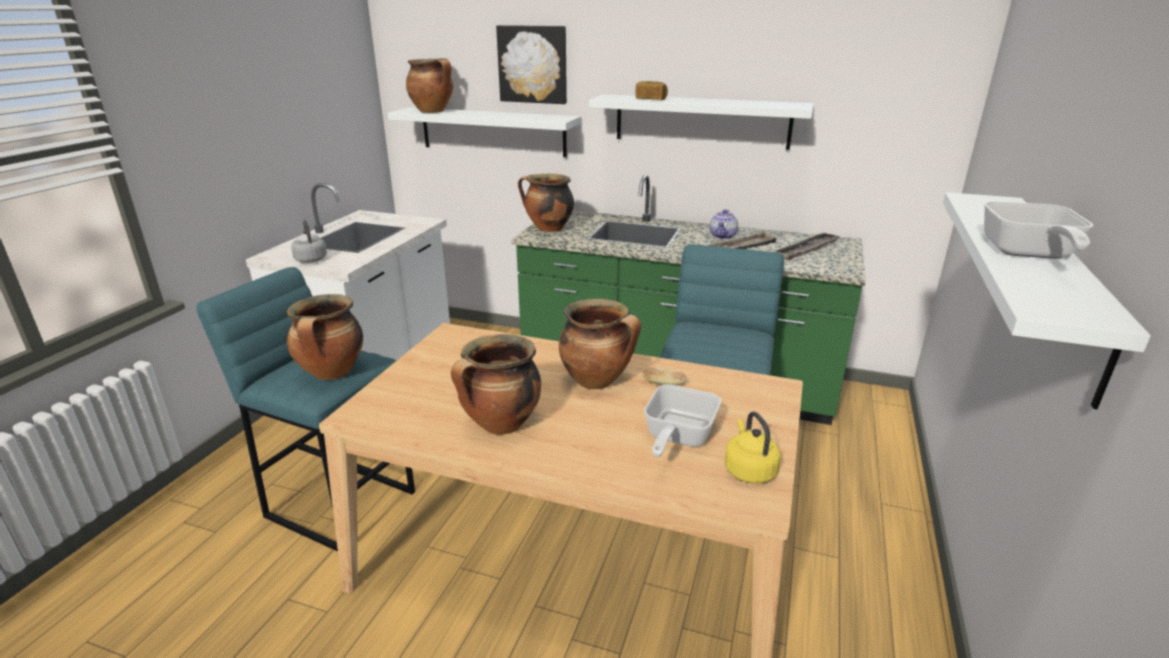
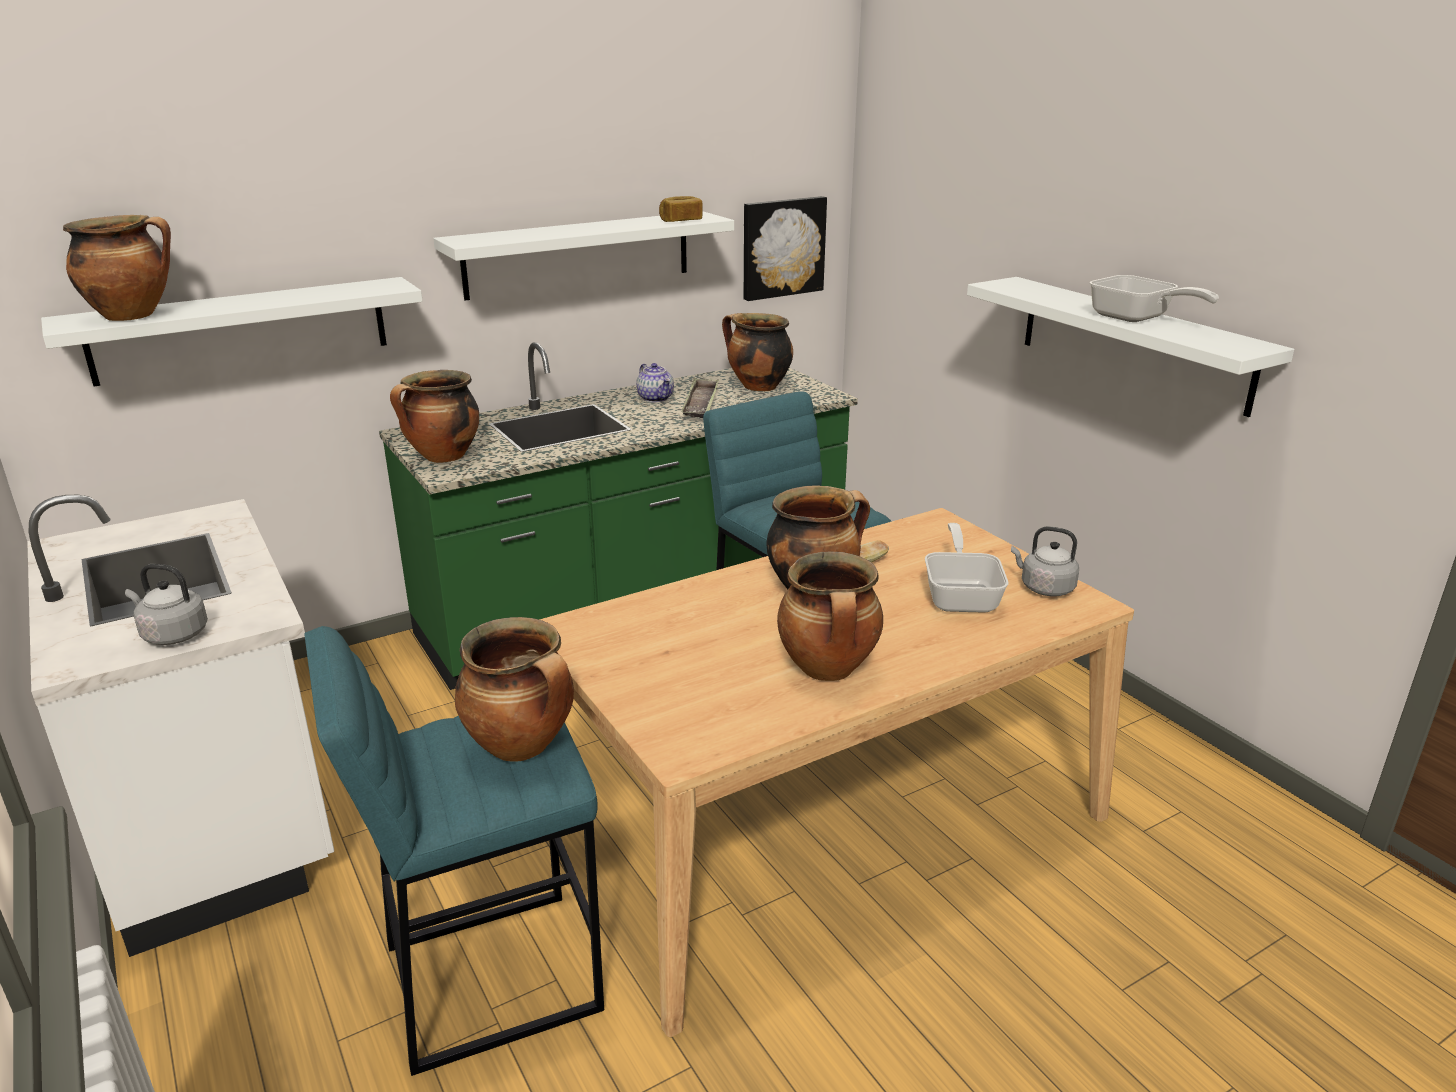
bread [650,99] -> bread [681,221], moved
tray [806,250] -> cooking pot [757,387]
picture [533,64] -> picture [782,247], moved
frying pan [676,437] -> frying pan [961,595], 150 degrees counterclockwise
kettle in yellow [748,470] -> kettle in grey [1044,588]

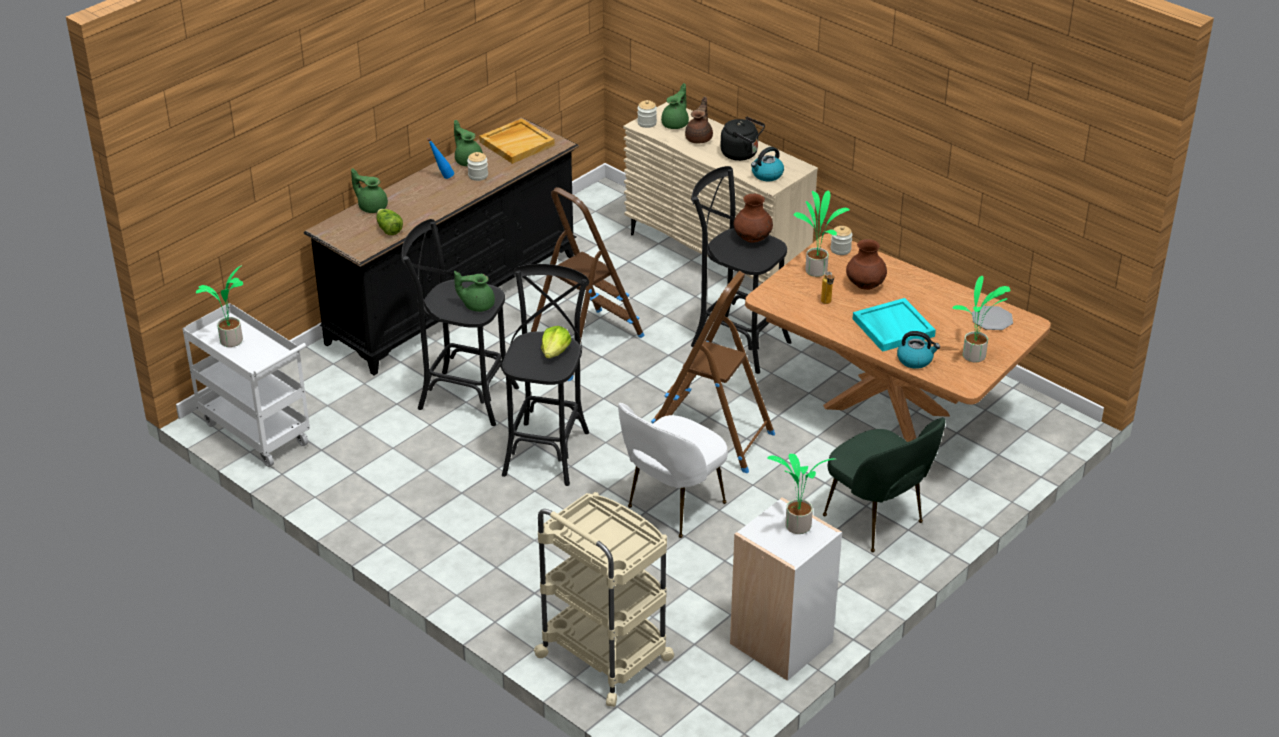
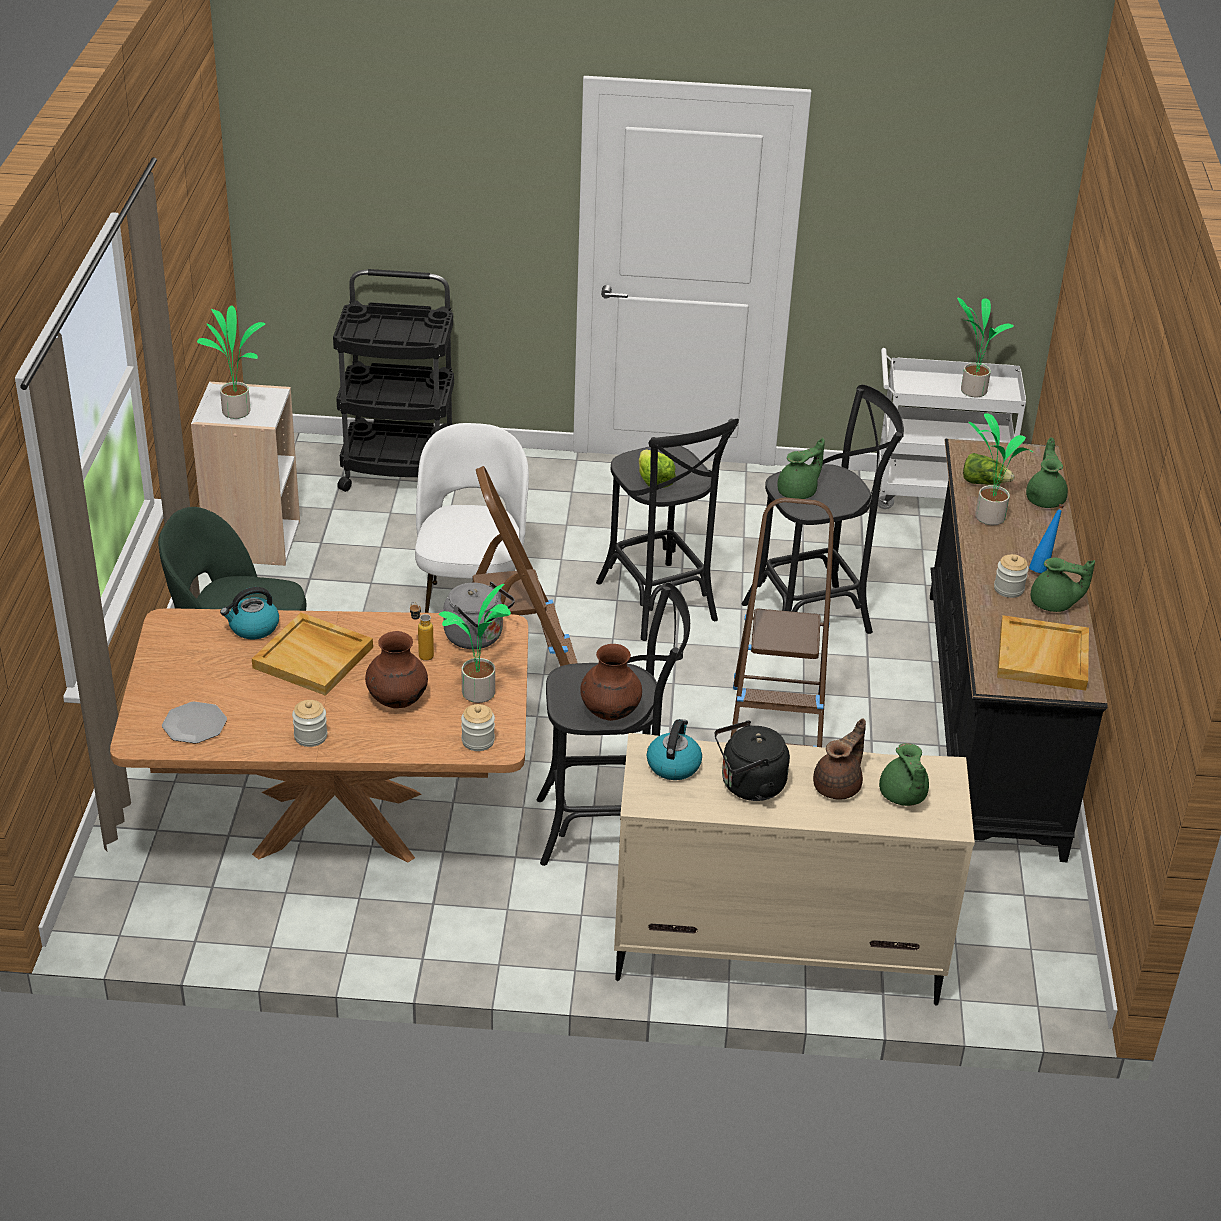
tray in turquoise [892,327] -> tray in beige [314,657]
jar [647,123] -> jar [310,736], moved
cart in beige [605,656] -> cart in black [398,470]
none -> kettle in grey [477,637]
teapot in brown [699,138] -> teapot in brown [839,786], 120 degrees counterclockwise
potted plant [975,357] -> potted plant [987,517], moved
teapot in green [372,207] -> teapot in green [1045,499], 75 degrees counterclockwise

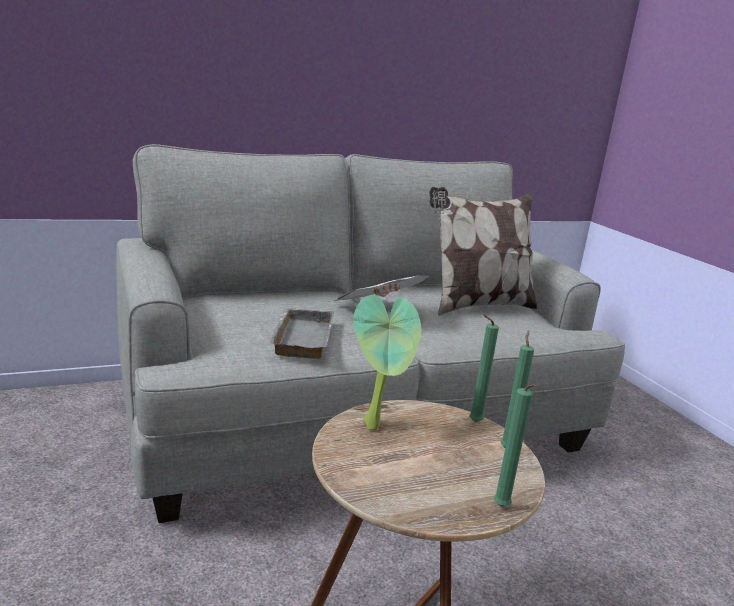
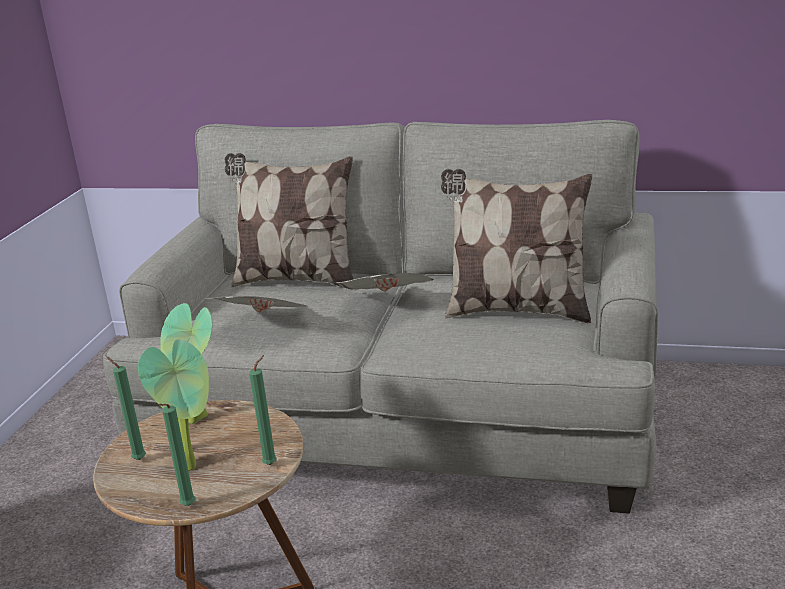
candle in green [473,422] -> candle in green [137,459], moved
none -> potted plant [193,465]
tray in grey [300,338] -> newspaper [266,327]
none -> pillow [296,279]

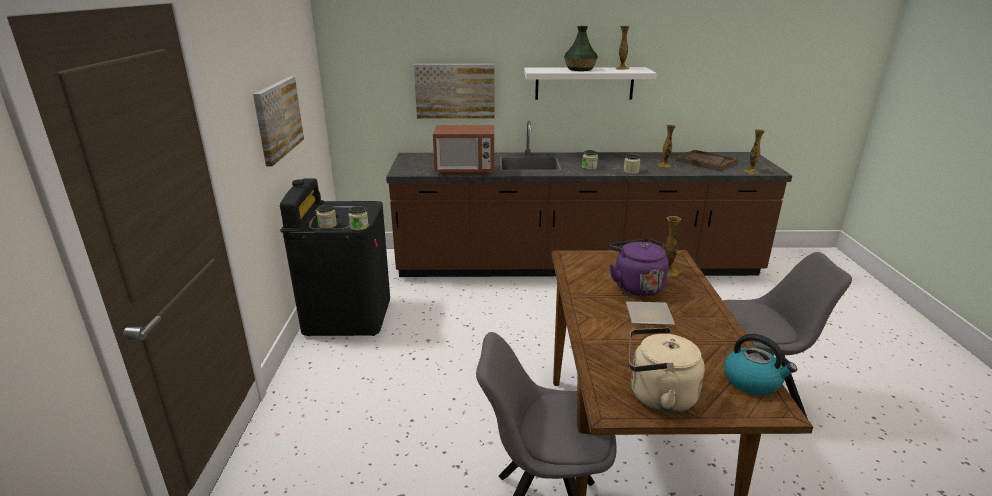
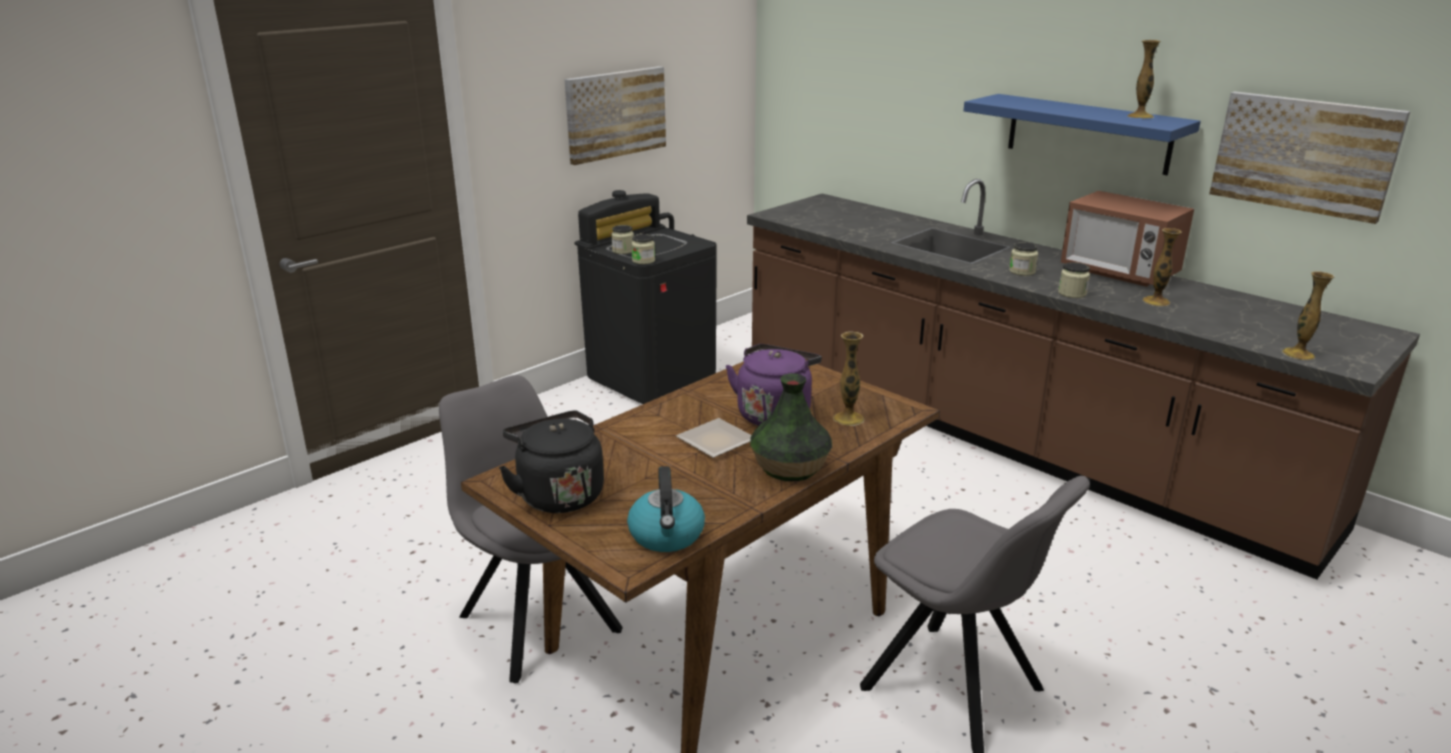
kettle in beige [657,396] -> kettle in black [558,494]
vase [580,69] -> vase [789,468], moved
shelf in white [584,83] -> shelf in blue [1088,133]
microwave [465,170] -> microwave [1118,272], moved
picture [455,91] -> picture [1304,154], moved
tray in brown [706,162] -> none

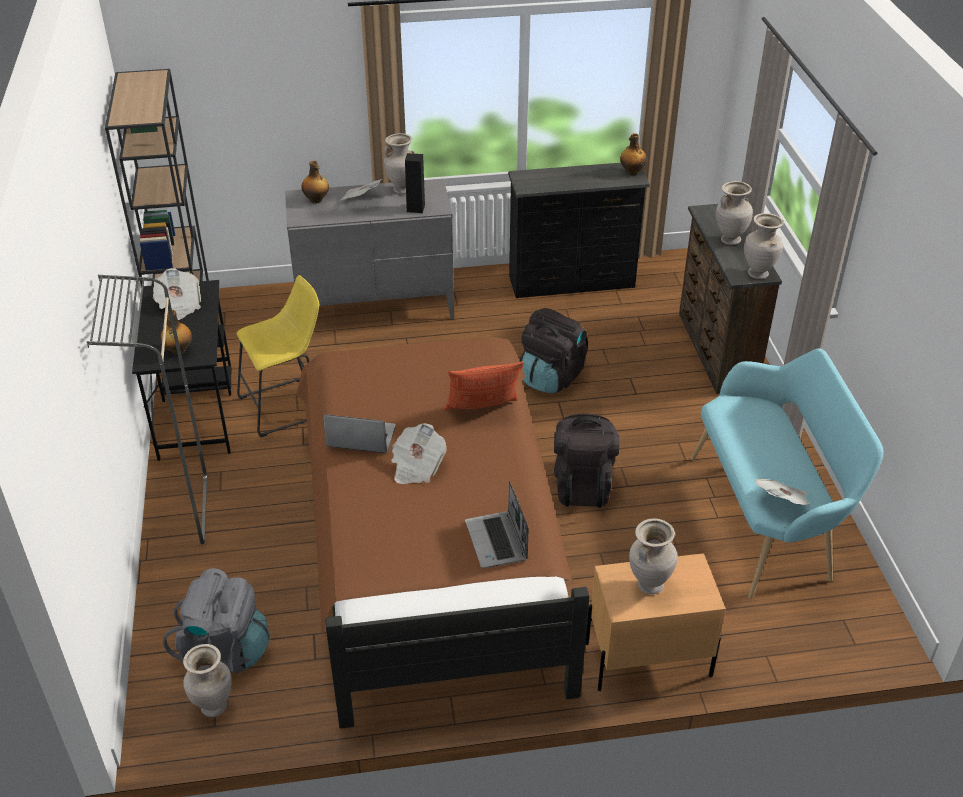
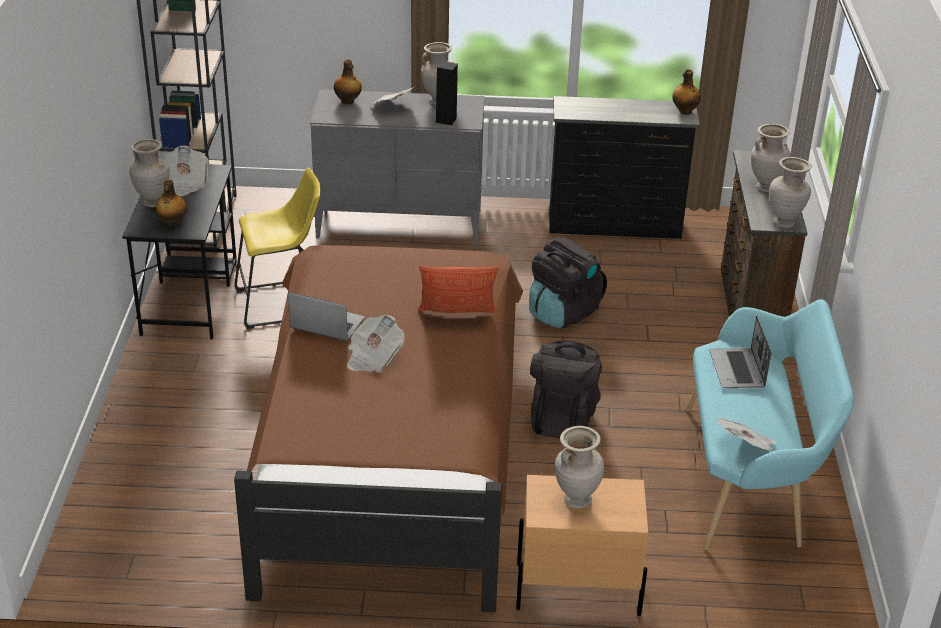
vase in beige [214,706] -> vase in beige [153,202], moved
laptop [497,541] -> laptop [738,370], moved
clothes rack in grey [177,512] -> none
backpack in grey [224,651] -> none

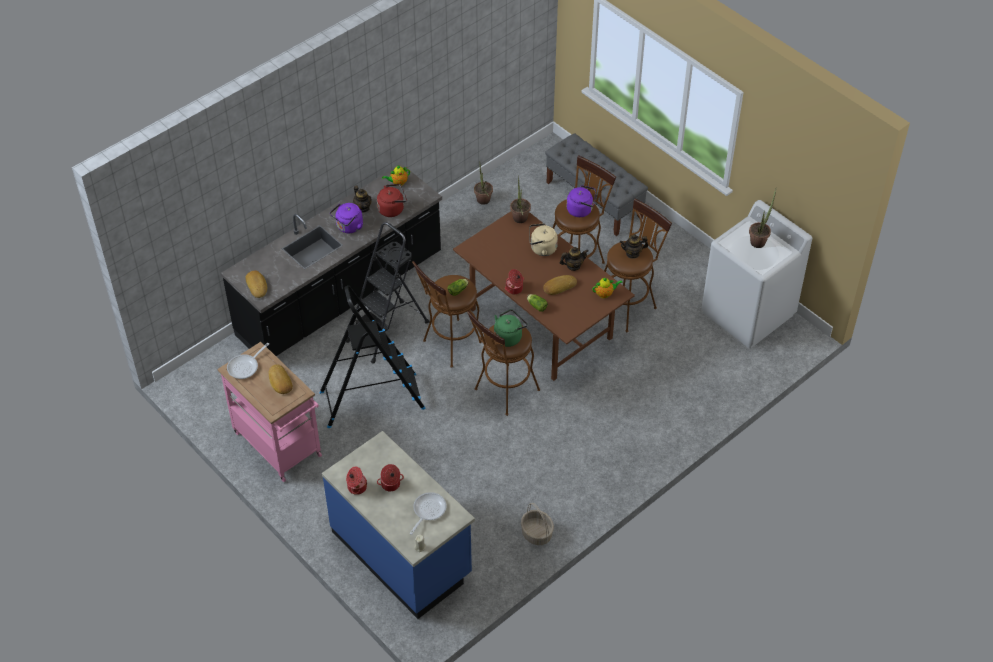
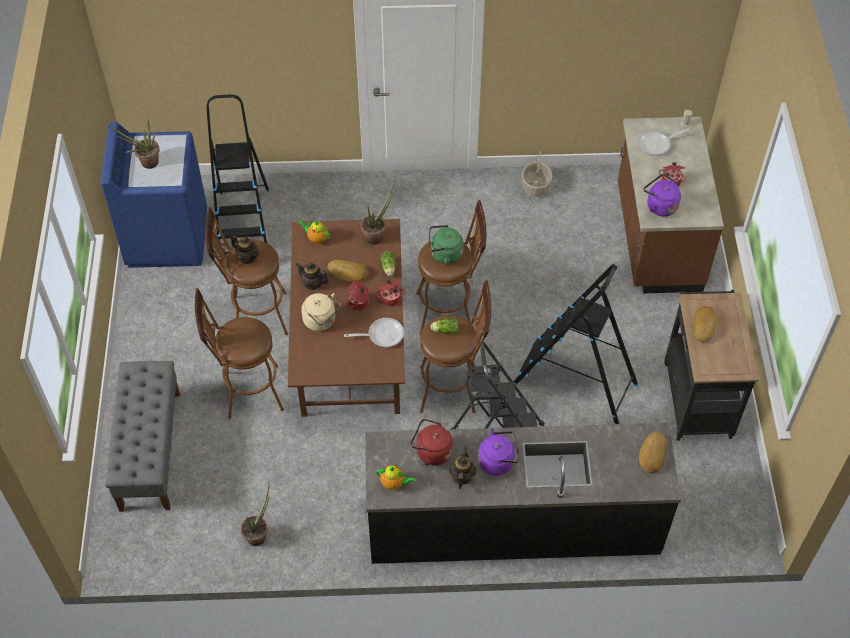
washing machine in white [748,314] -> washing machine in blue [167,237]
none -> step ladder in black [245,231]
frying pan [245,367] -> frying pan [382,335], moved
cooking pot [356,487] -> cooking pot [358,303], moved
potted plant [519,220] -> potted plant [376,235], moved
counter in blue [402,553] -> counter in brown [656,238]
kettle in purple [581,210] -> kettle in purple [659,206], moved
cart in pink [279,446] -> cart in black [696,397]

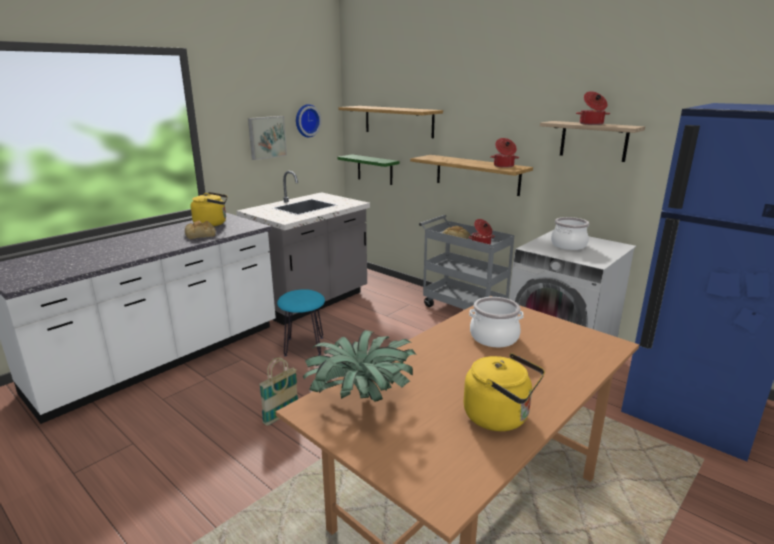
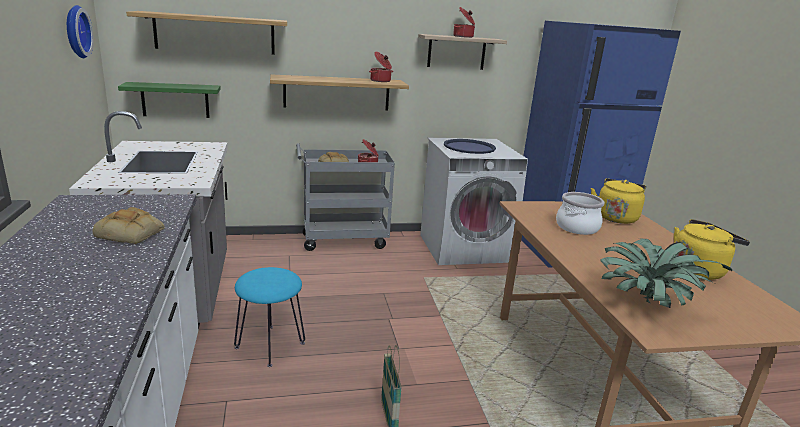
cooking pot [569,245] -> tray in blue [469,147]
kettle in yellow [212,224] -> kettle in yellow [616,217], moved
picture [266,137] -> none

